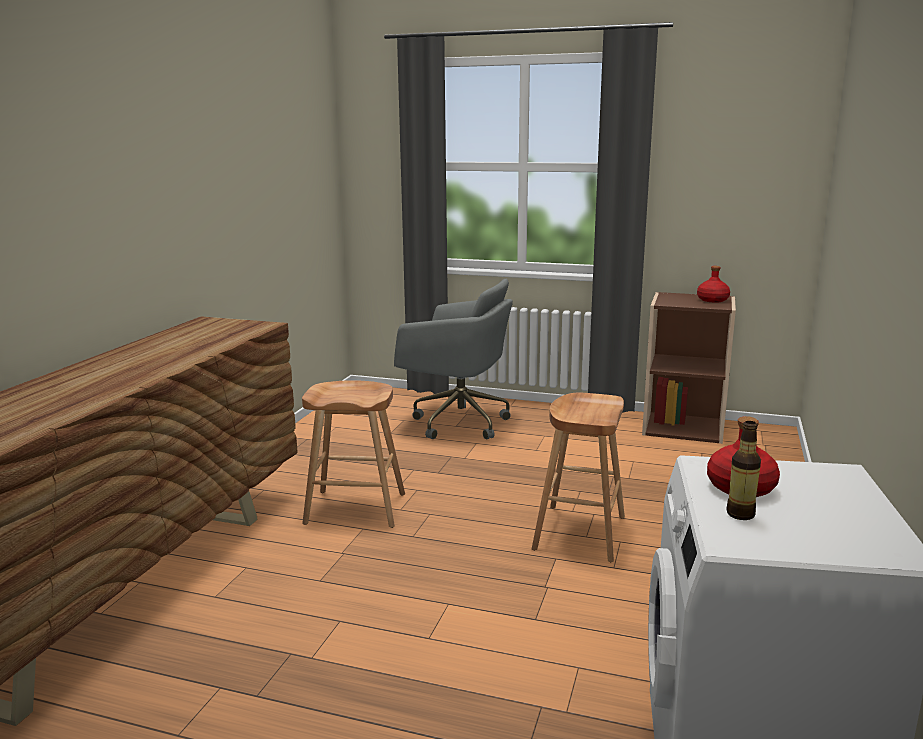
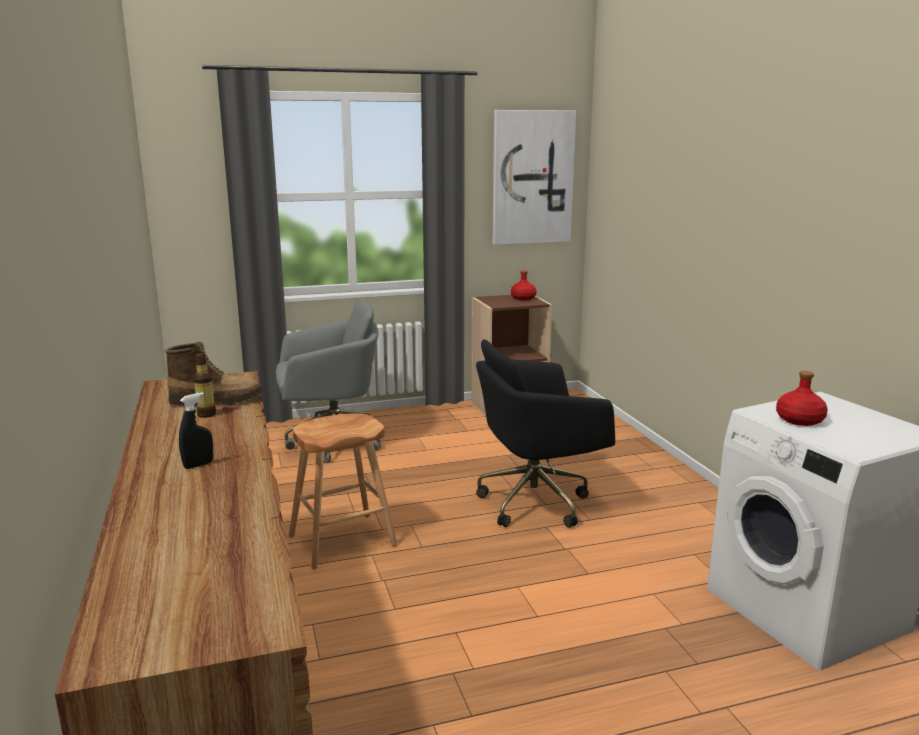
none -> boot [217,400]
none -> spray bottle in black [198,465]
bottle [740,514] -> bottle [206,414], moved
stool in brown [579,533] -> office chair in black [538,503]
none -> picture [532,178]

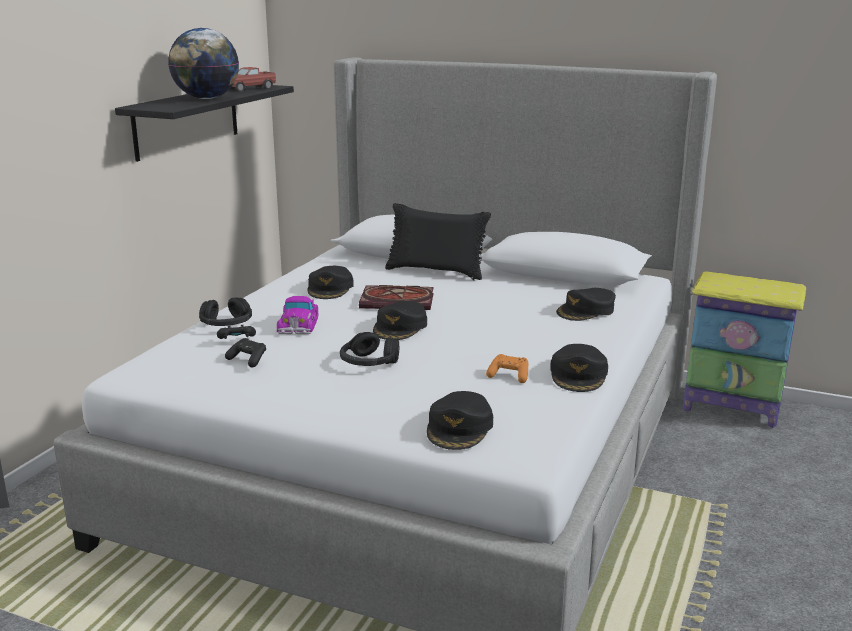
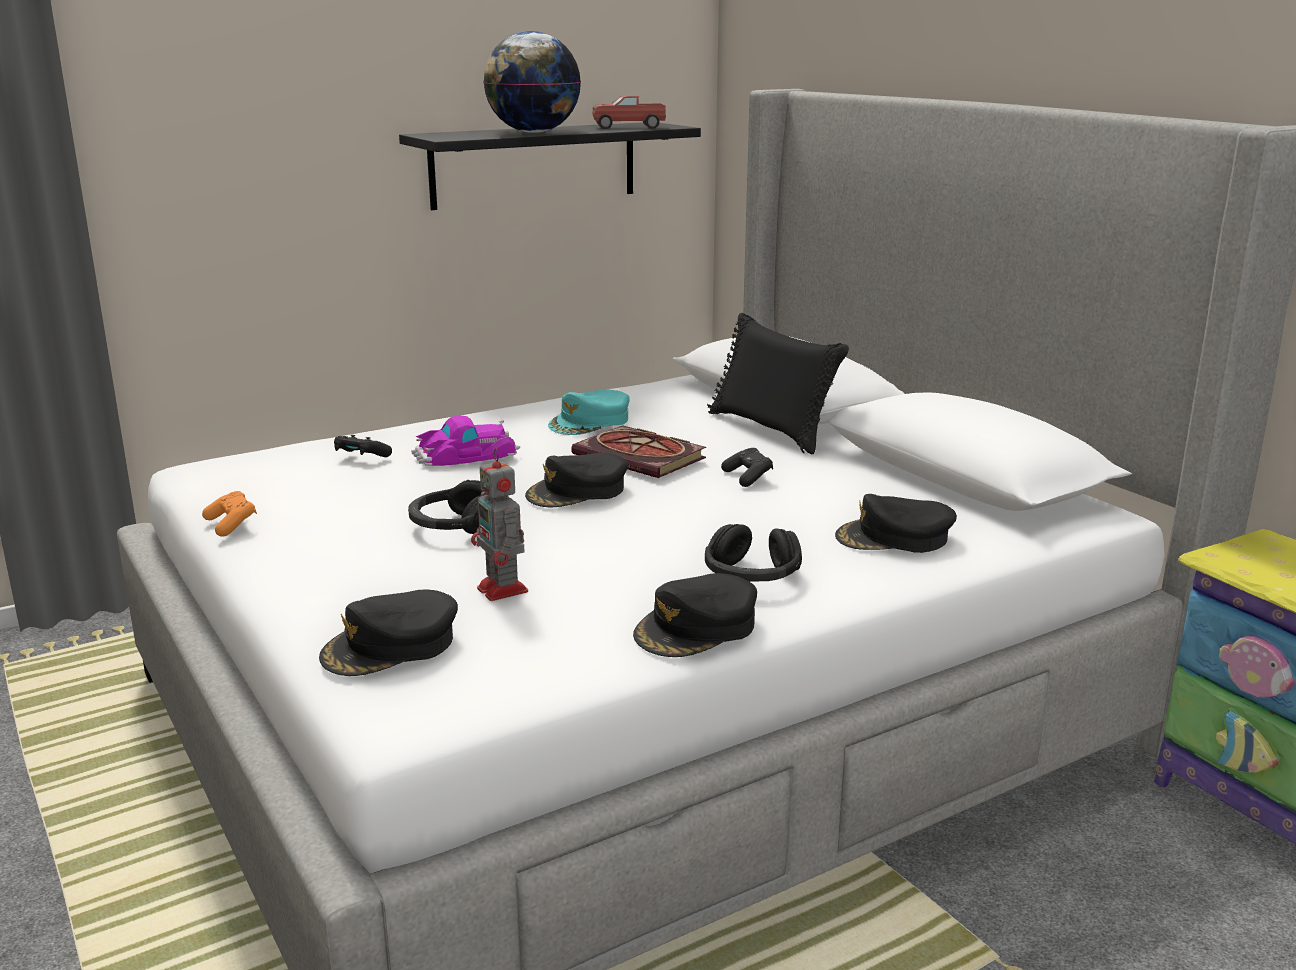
game controller in orange [509,376] -> game controller in orange [231,524], moved
toy car [298,322] -> toy car [466,454], 150 degrees counterclockwise
none -> toy robot [503,591]
cap in black [330,288] -> cap in turquoise [590,422]
headphones in black [226,324] -> headphones in black [751,575], moved
game controller in black [248,360] -> game controller in black [748,477], moved

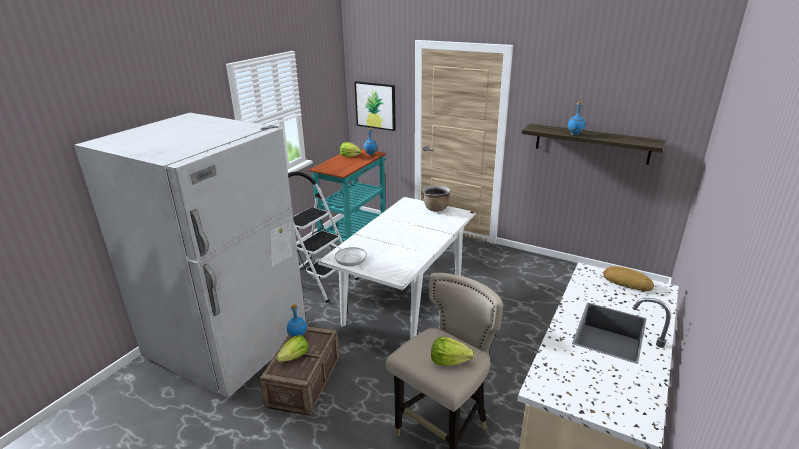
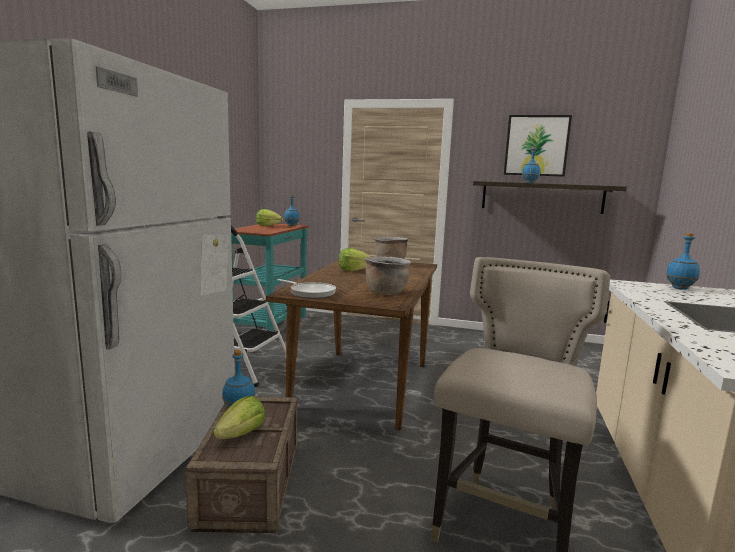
dining table in white [404,307] -> dining table in brown [363,384]
lettuce [449,361] -> lettuce [353,270], moved
none -> cooking pot in brown [386,293]
picture [375,105] -> picture [536,145], moved
bread [627,282] -> bottle in blue [679,288]

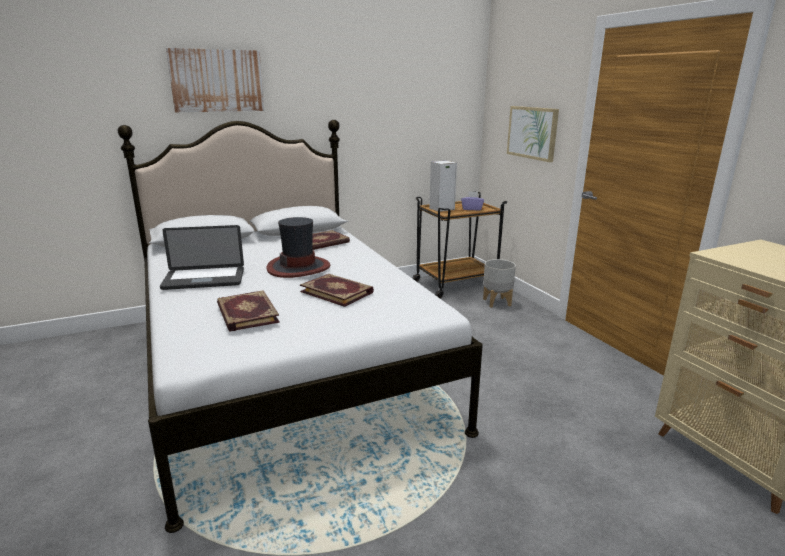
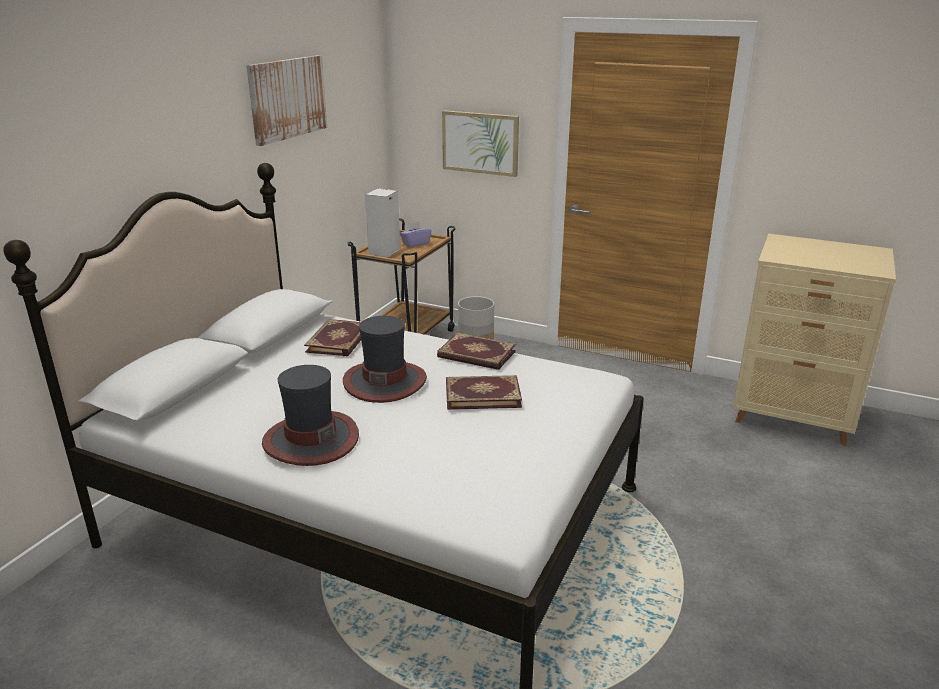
picture [217,81] -> picture [287,98], moved
laptop [204,279] -> hat [310,439]
book [246,314] -> book [476,355], moved

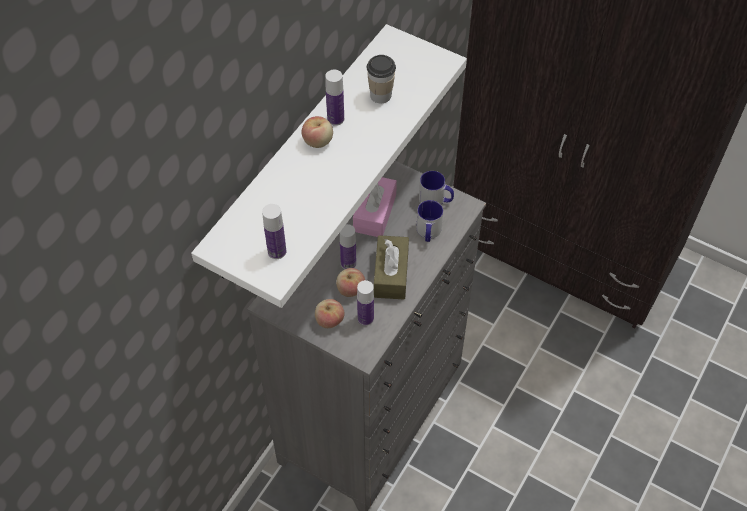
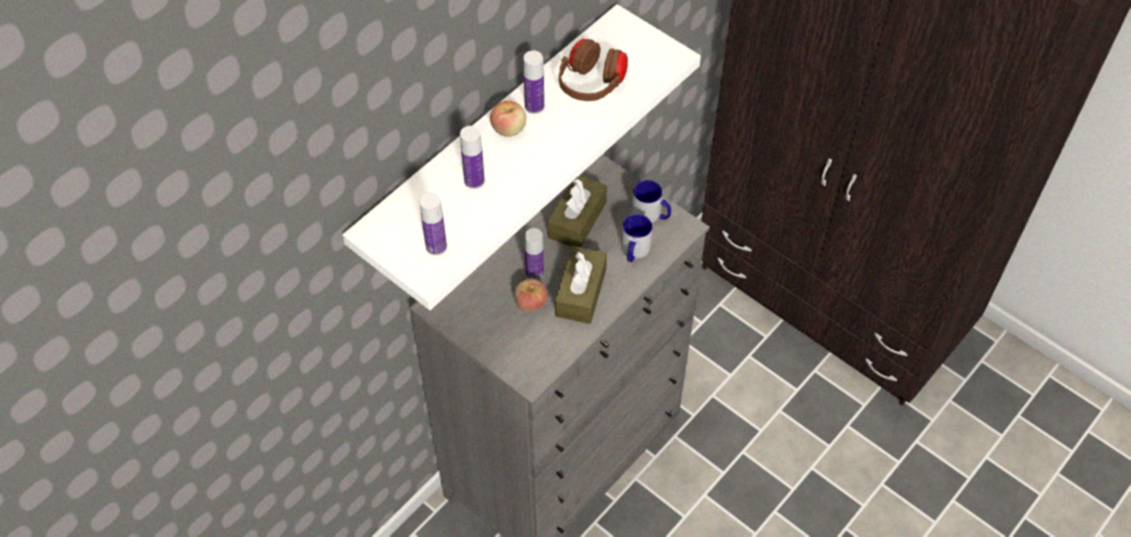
bottle [365,318] -> bottle [474,180], moved
tissue box in pink [374,213] -> tissue box in brown [577,220]
cup [381,95] -> headphones in brown [591,86]
apple [329,320] -> none

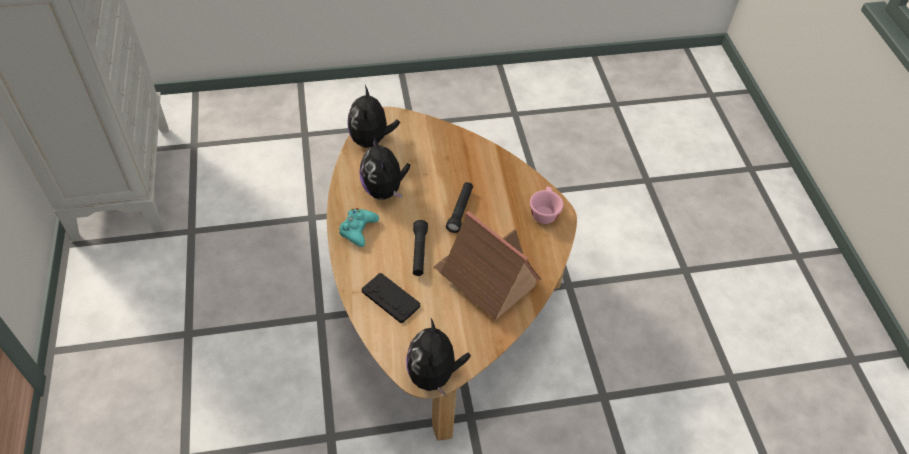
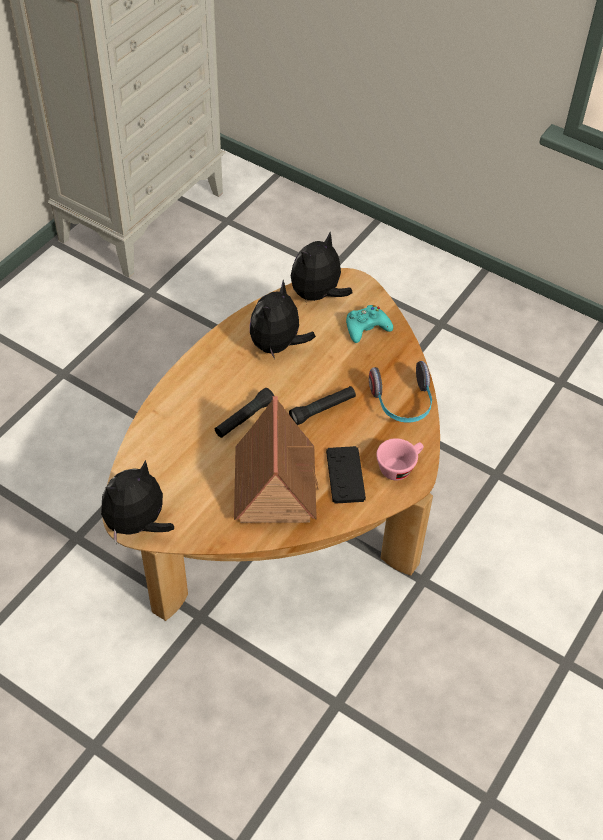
game controller in black [390,298] -> game controller in black [345,475], moved
game controller in turquoise [358,230] -> game controller in turquoise [366,328], moved
none -> headphones [402,403]

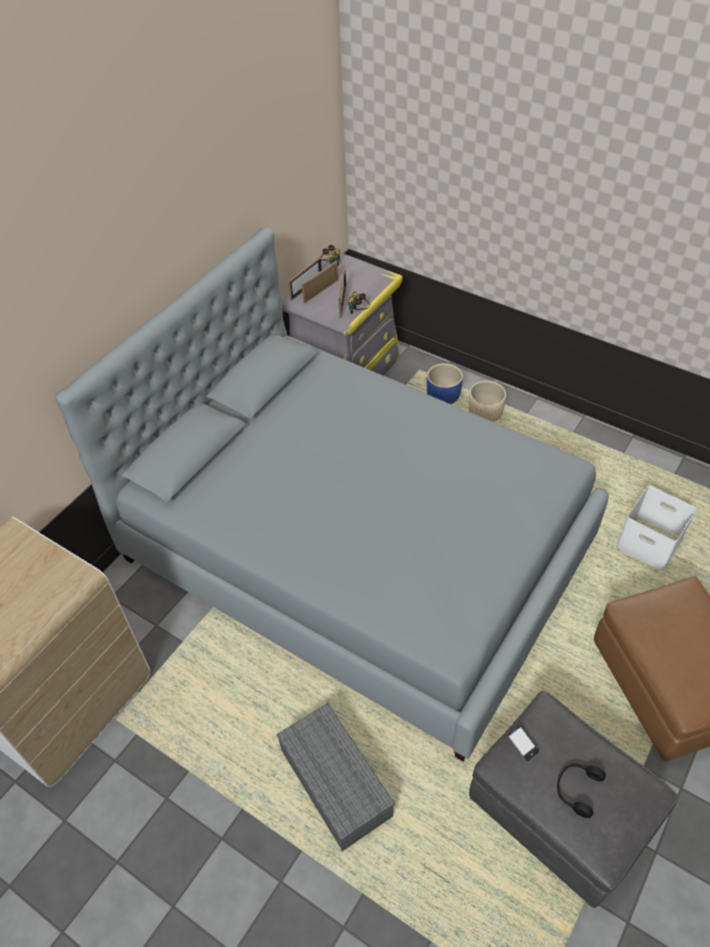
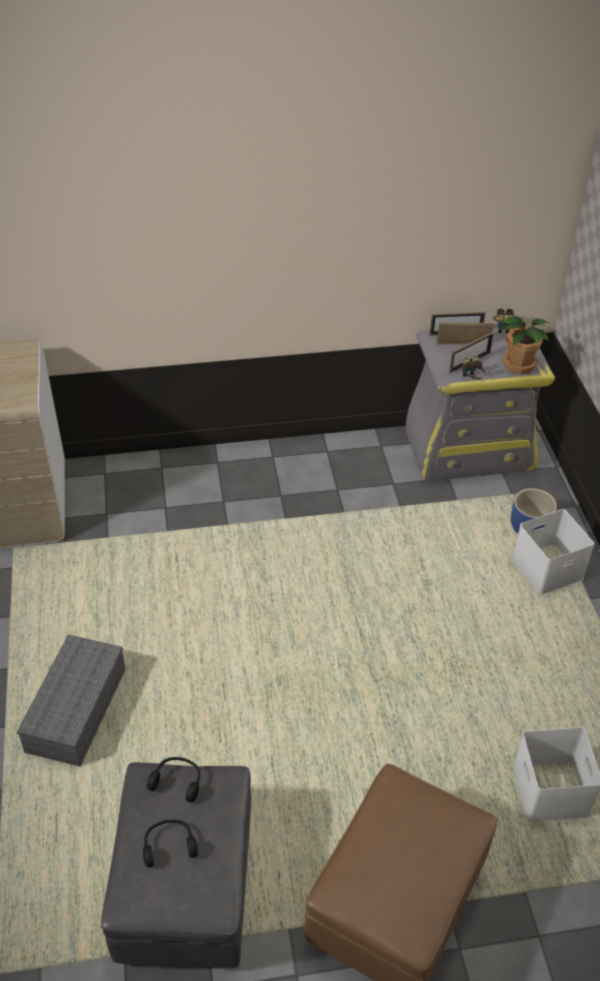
phone [523,744] -> headphones in black [177,781]
none -> potted plant [518,364]
planter in beige [485,415] -> storage box in white [546,570]
bed in grey [357,549] -> none

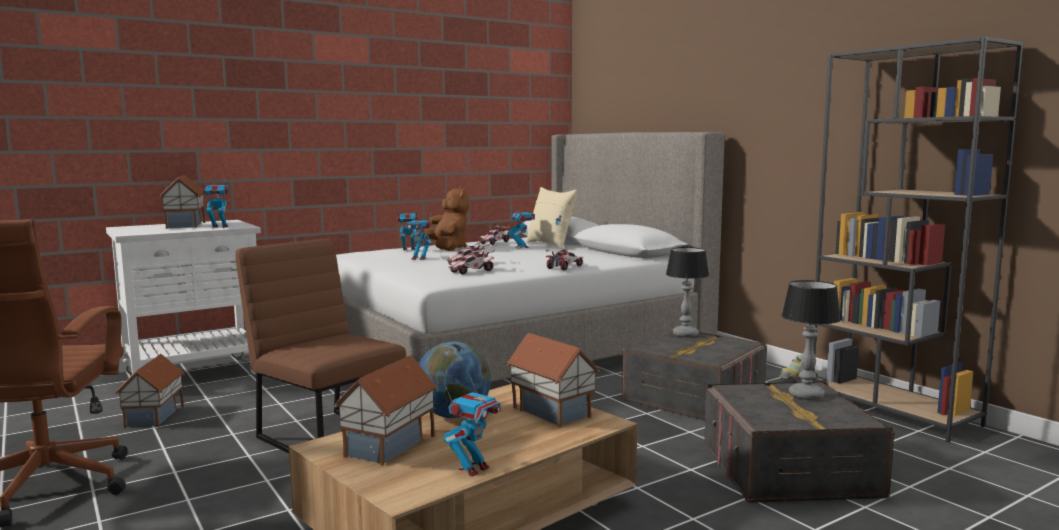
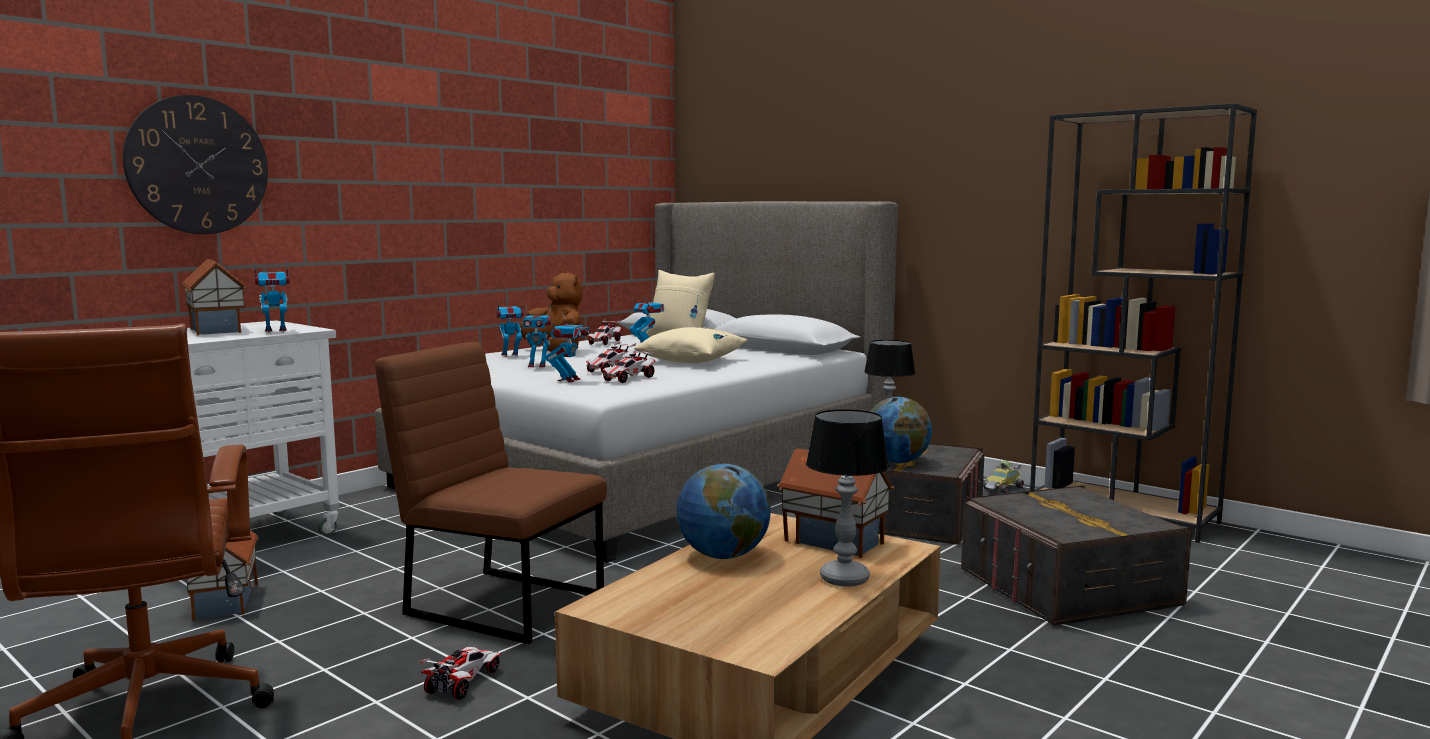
none -> wall clock [198,165]
toy car [565,267] -> toy car [463,682], moved
toy robot [473,469] -> toy robot [569,380], moved
none -> pillow in beige [691,361]
table lamp [806,395] -> table lamp [844,578], moved
none -> globe [897,462]
toy house [391,446] -> none

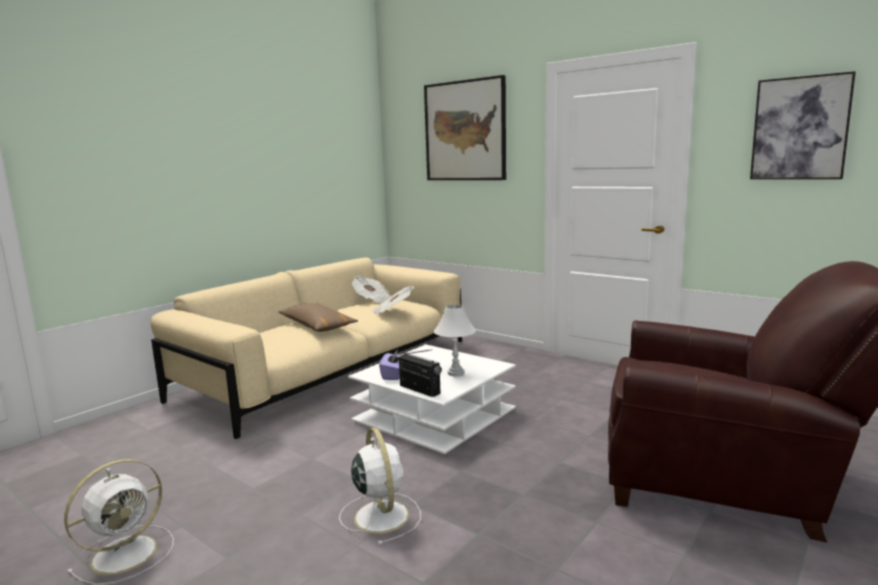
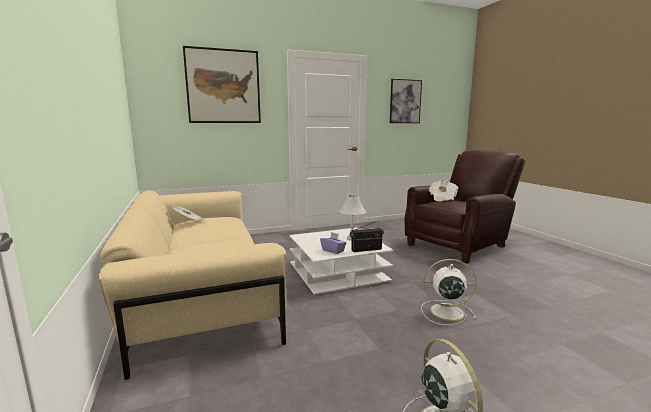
newspaper [392,311] -> newspaper [442,198], moved
pillow in brown [317,326] -> none

